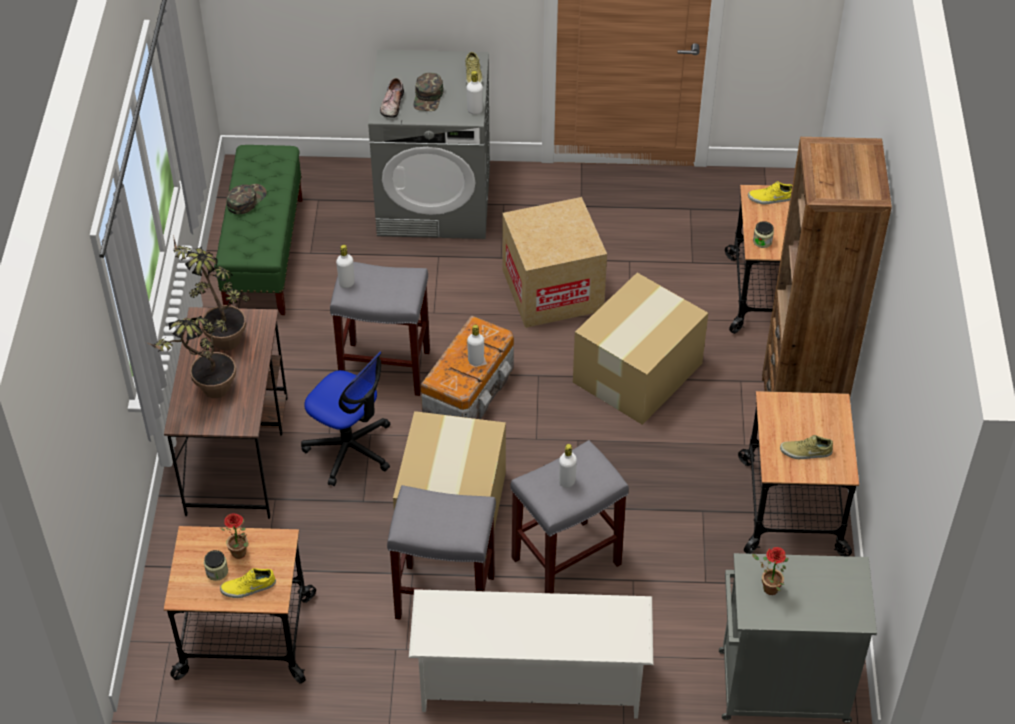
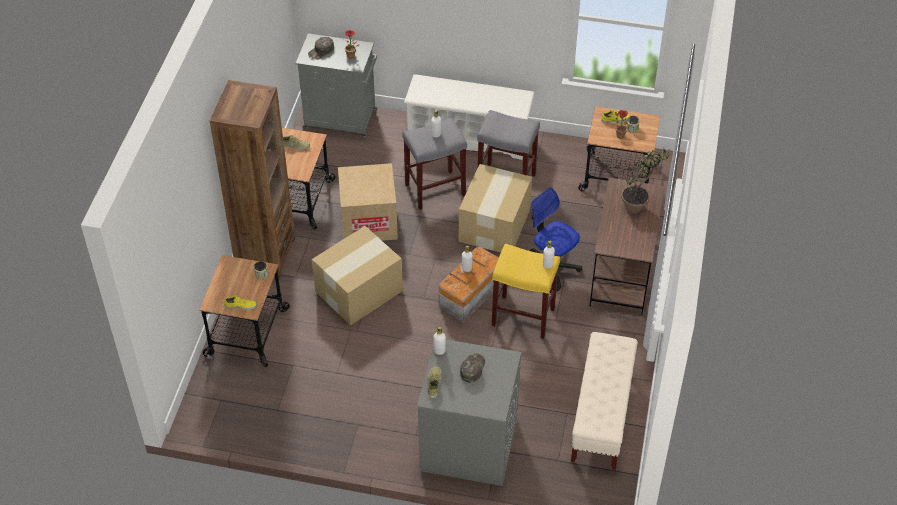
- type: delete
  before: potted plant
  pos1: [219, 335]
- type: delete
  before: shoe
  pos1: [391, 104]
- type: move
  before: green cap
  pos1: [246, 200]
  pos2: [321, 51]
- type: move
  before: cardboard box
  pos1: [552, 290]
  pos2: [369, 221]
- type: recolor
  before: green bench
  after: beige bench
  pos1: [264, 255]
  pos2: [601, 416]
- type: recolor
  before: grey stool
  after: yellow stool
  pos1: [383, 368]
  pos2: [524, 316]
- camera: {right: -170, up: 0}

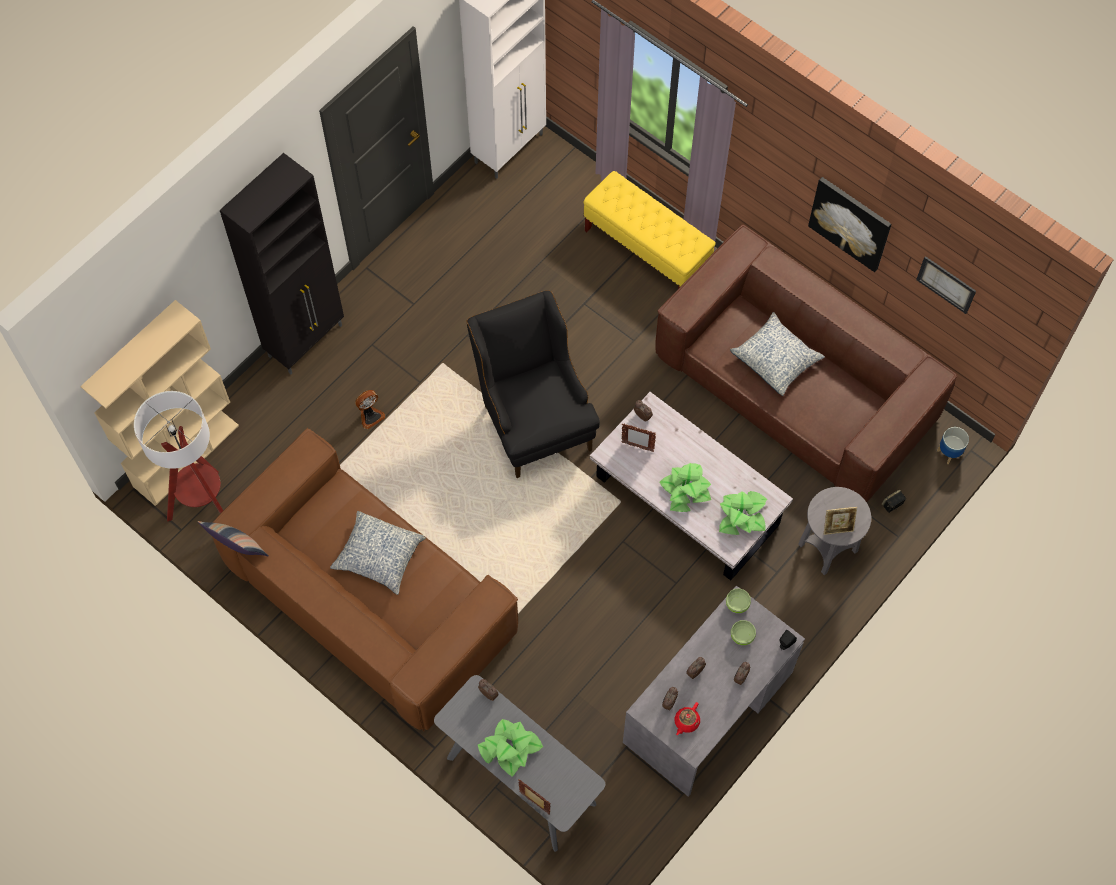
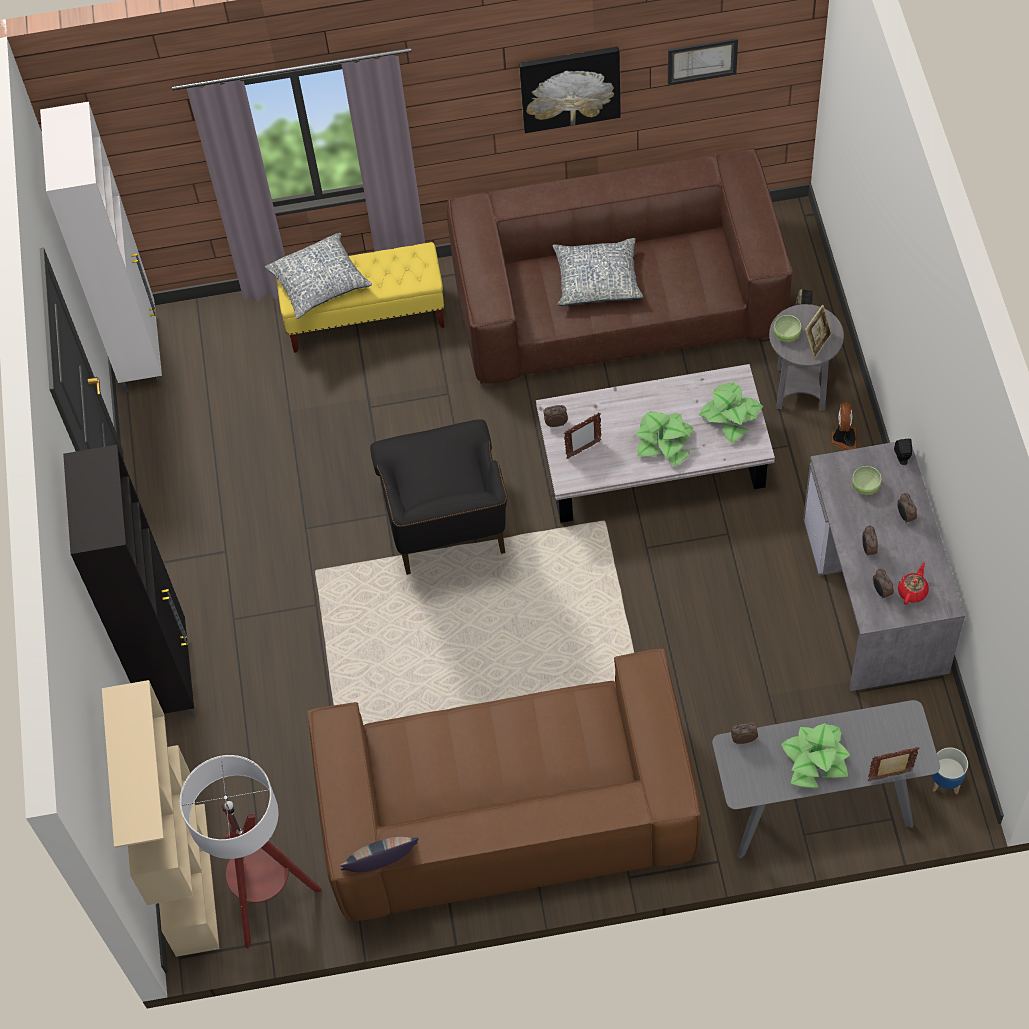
- type: move
  before: pillow
  pos1: [378, 556]
  pos2: [320, 283]
- type: move
  before: fan
  pos1: [370, 416]
  pos2: [843, 438]
- type: move
  before: green bowl
  pos1: [737, 604]
  pos2: [786, 334]
- type: move
  before: planter
  pos1: [949, 452]
  pos2: [945, 781]
- type: rotate
  before: black armchair
  pos1: [533, 417]
  pos2: [448, 532]
  turn: -120
- type: rotate
  before: red teapot
  pos1: [686, 722]
  pos2: [912, 591]
  turn: -135
- camera: {right: -45, up: -5}

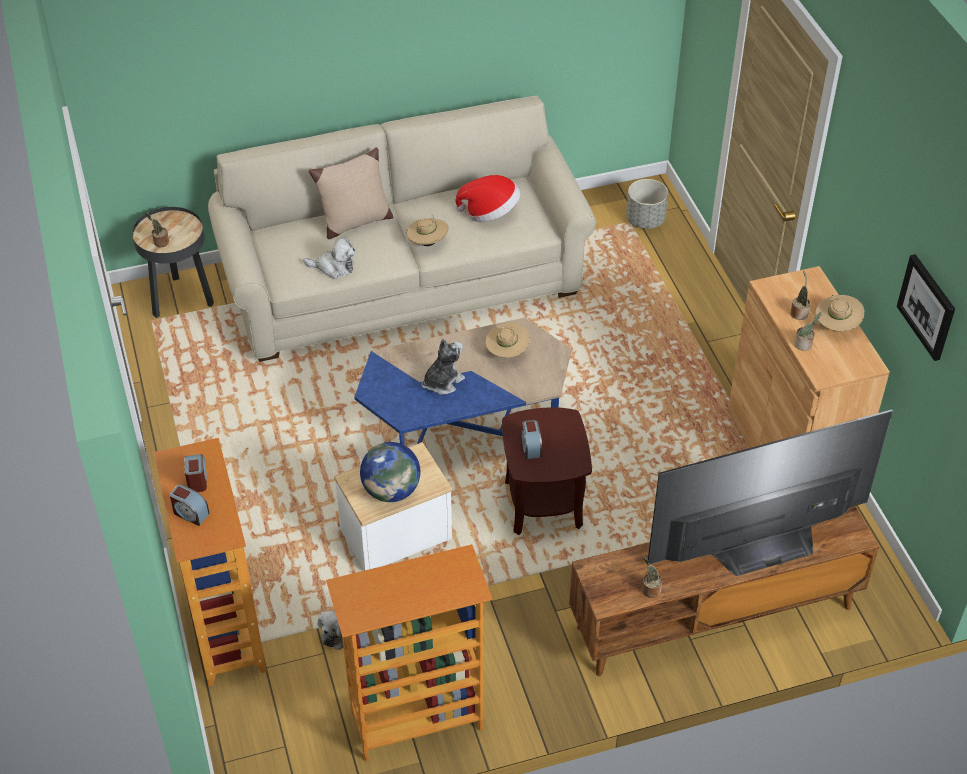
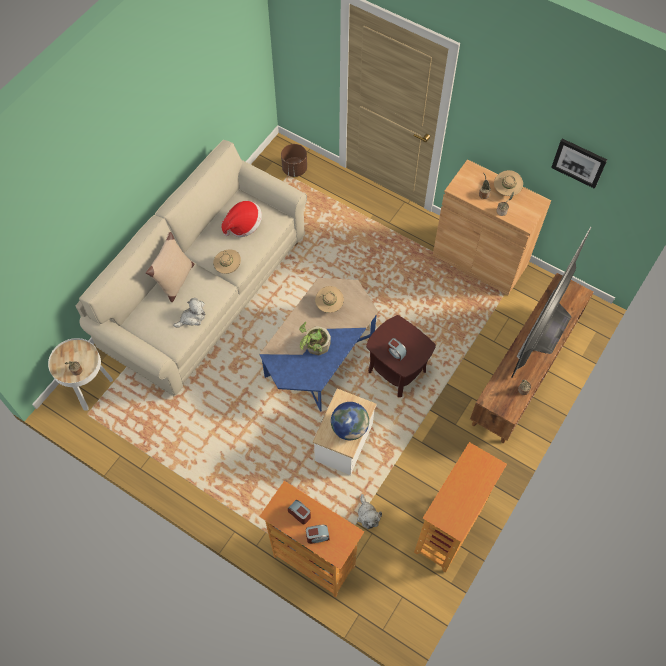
- type: replace
  before: plush toy
  after: potted plant
  pos1: [442, 382]
  pos2: [314, 346]
- type: recolor
  before: black side table
  after: white side table
  pos1: [181, 299]
  pos2: [90, 388]
- type: recolor
  before: grey planter
  after: brown planter
  pos1: [645, 220]
  pos2: [294, 169]
- camera: {right: -40, up: 15}

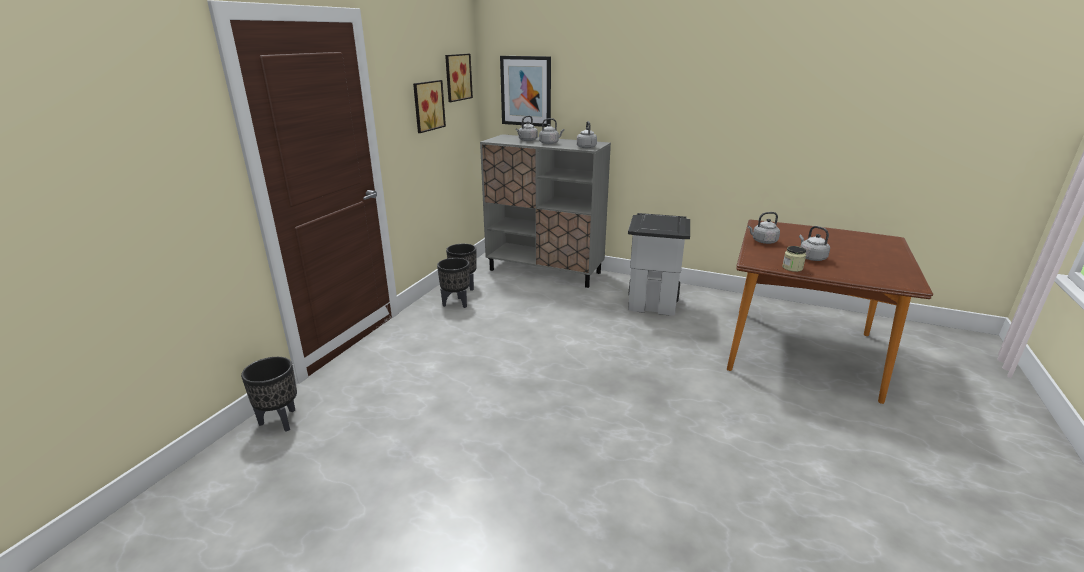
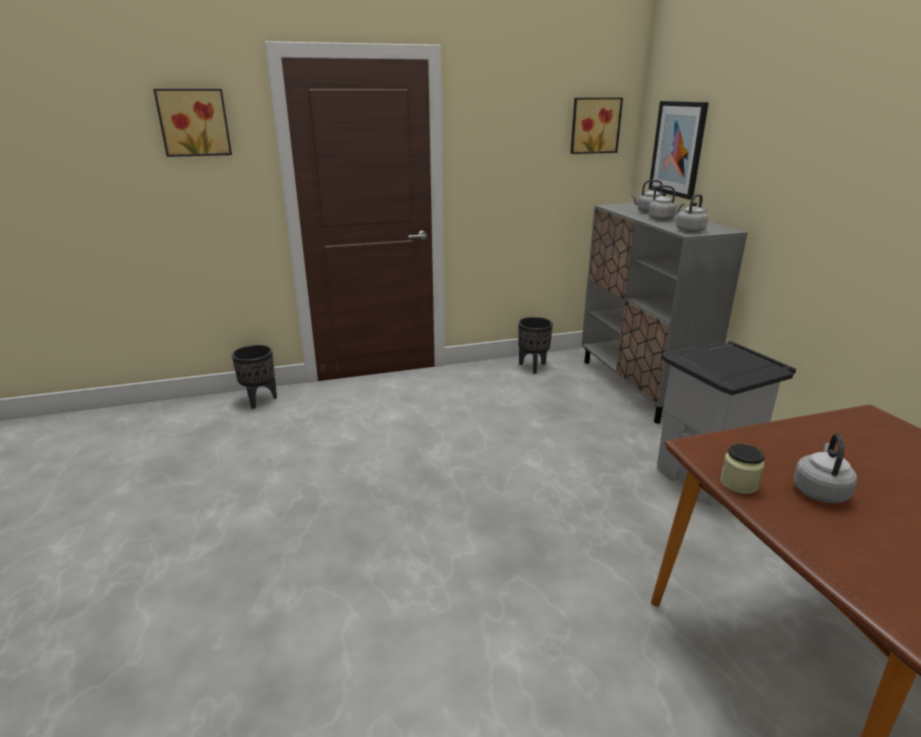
- type: delete
  before: black planter
  pos1: [456, 303]
- type: delete
  before: grey kettle
  pos1: [763, 241]
- type: move
  before: picture
  pos1: [427, 106]
  pos2: [194, 122]
- camera: {right: 50, up: 0}

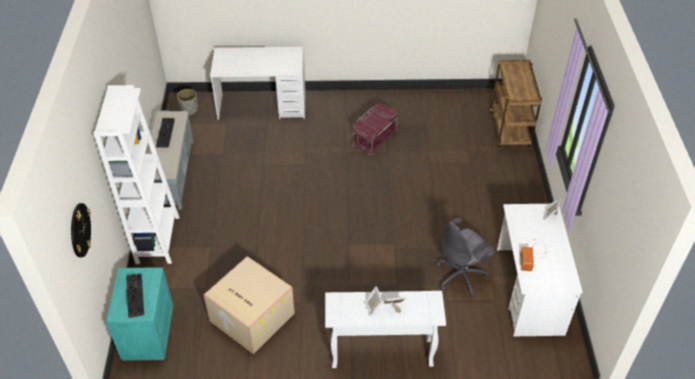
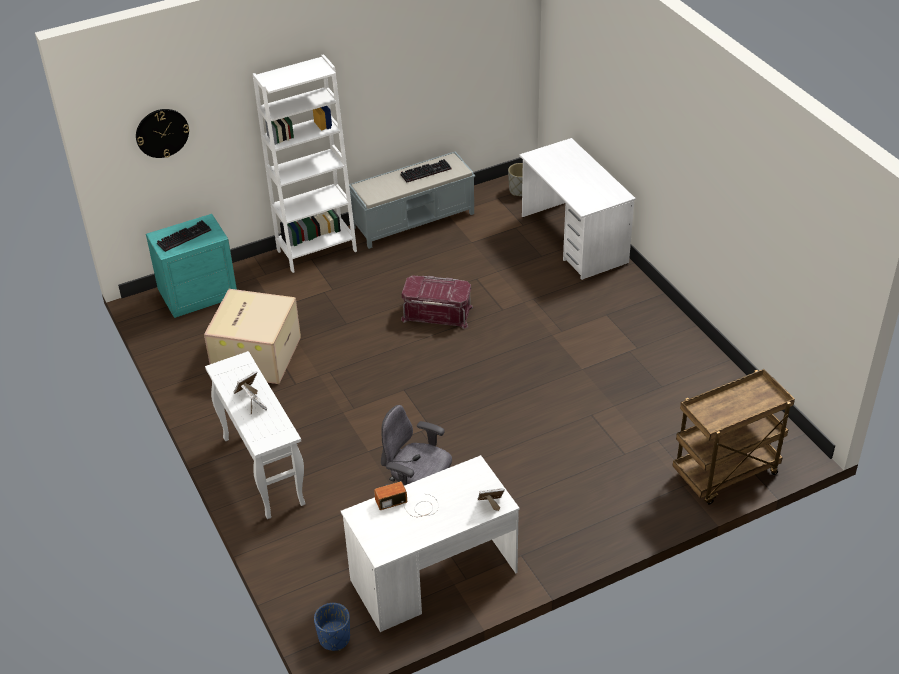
- type: insert
  after: blue planter
  pos2: [334, 638]
- type: move
  before: red storage box
  pos1: [374, 136]
  pos2: [437, 313]
- camera: {right: 65, up: -5}

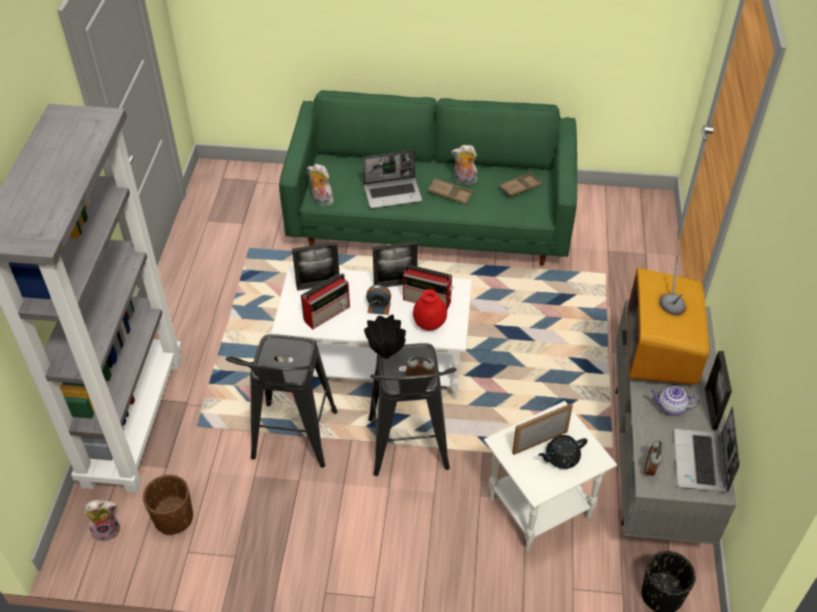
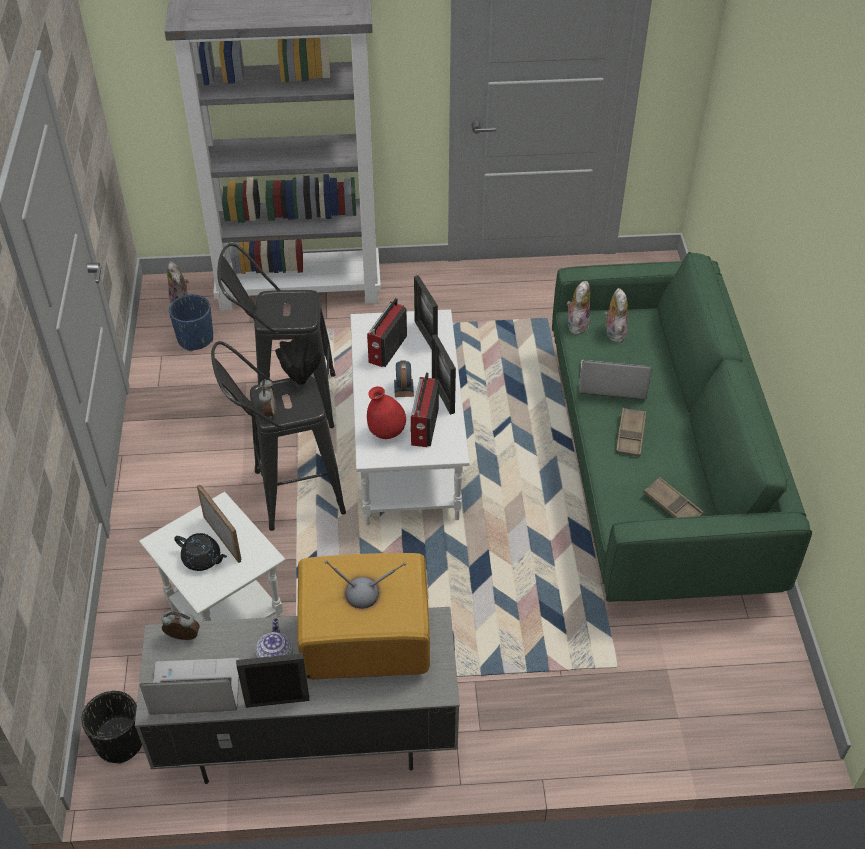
- type: move
  before: plush toy
  pos1: [464, 181]
  pos2: [613, 332]
- type: recolor
  before: brown planter
  after: blue planter
  pos1: [173, 518]
  pos2: [195, 339]
- type: rotate
  before: radio
  pos1: [327, 313]
  pos2: [386, 349]
  turn: 75
- type: rotate
  before: laptop
  pos1: [393, 193]
  pos2: [611, 382]
  turn: 120
- type: rotate
  before: black teapot
  pos1: [561, 457]
  pos2: [202, 559]
  turn: 150
- camera: {right: 80, up: 0}

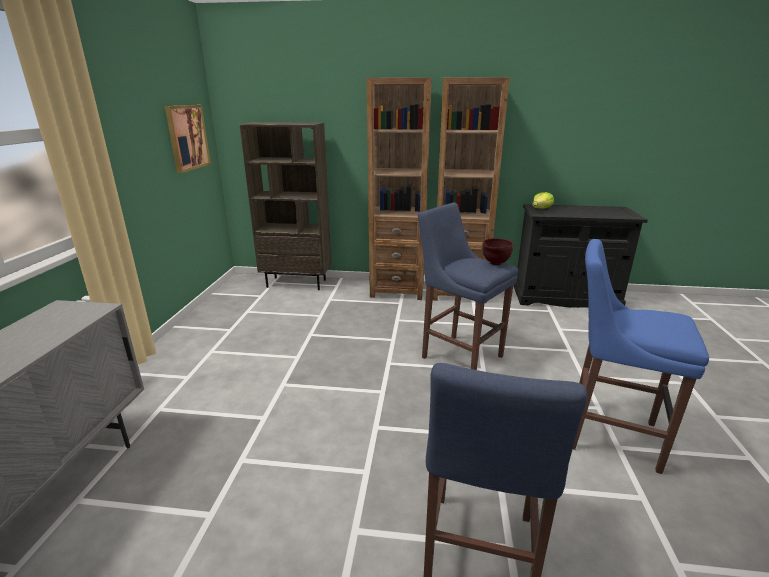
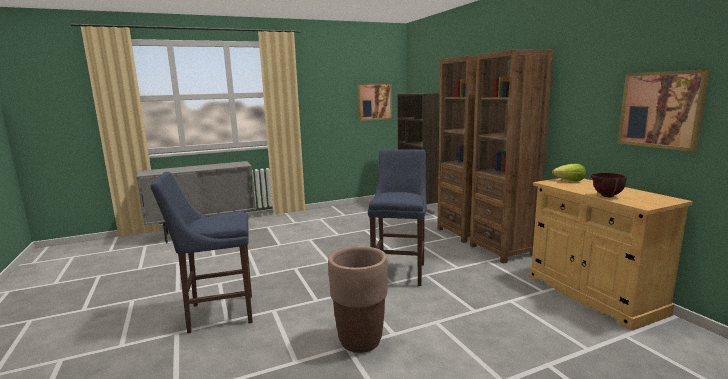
- type: insert
  after: picture
  pos2: [660, 110]
- type: move
  before: brown bowl
  pos1: [495, 264]
  pos2: [605, 196]
- type: replace
  before: blue stool
  after: brown planter
  pos1: [607, 433]
  pos2: [360, 341]
- type: recolor
  before: black cabinet
  after: beige cabinet
  pos1: [565, 298]
  pos2: [592, 294]
- camera: {right: 60, up: -10}

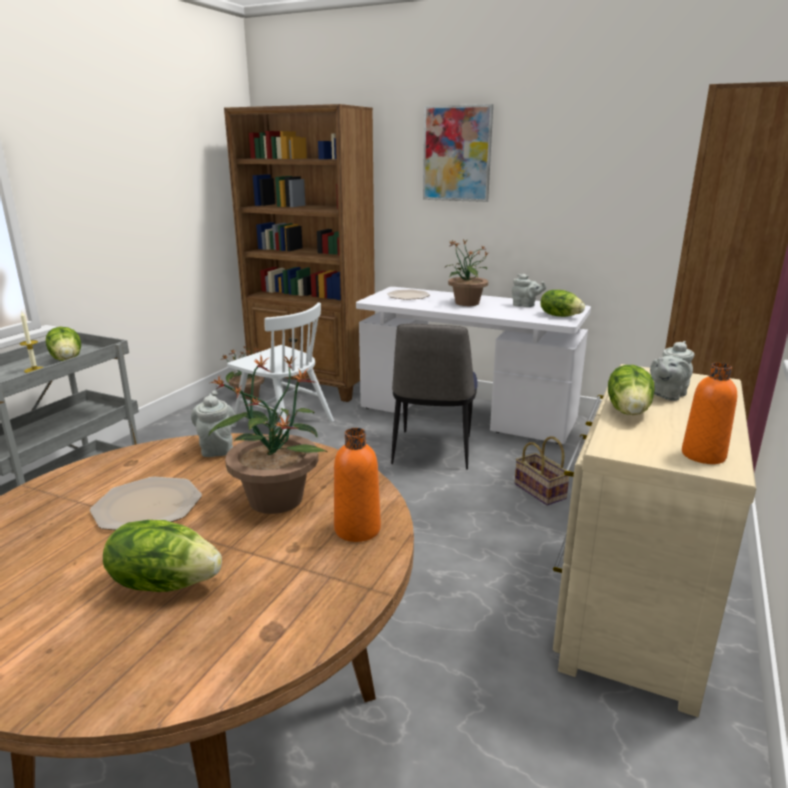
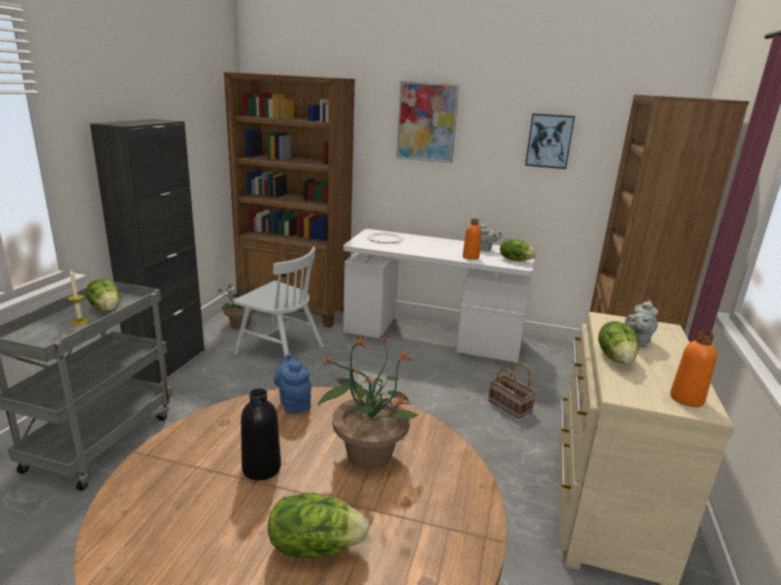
- type: delete
  before: chair
  pos1: [432, 451]
- type: delete
  before: potted plant
  pos1: [466, 303]
- type: insert
  after: black cabinet
  pos2: [168, 363]
- type: insert
  after: picture
  pos2: [549, 141]
- type: move
  before: orange bottle
  pos1: [357, 529]
  pos2: [470, 257]
- type: replace
  before: plate
  after: black bottle
  pos1: [147, 506]
  pos2: [261, 468]
- type: recolor
  before: grey teapot
  after: blue teapot
  pos1: [217, 448]
  pos2: [294, 403]
- camera: {right: -10, up: 0}

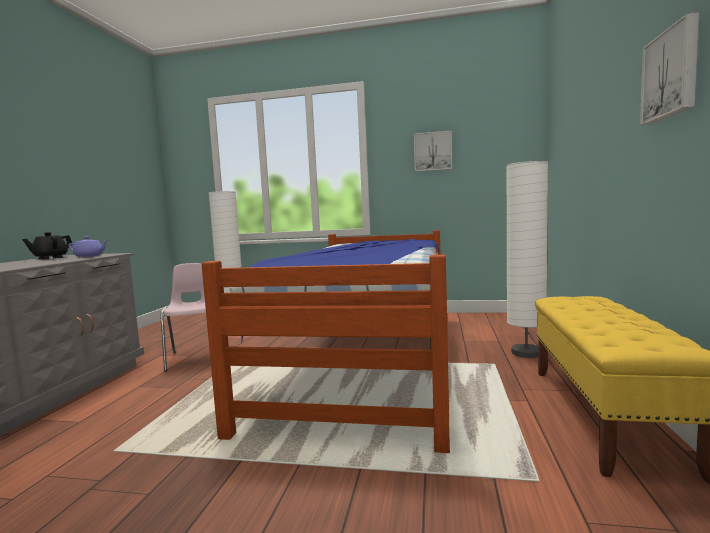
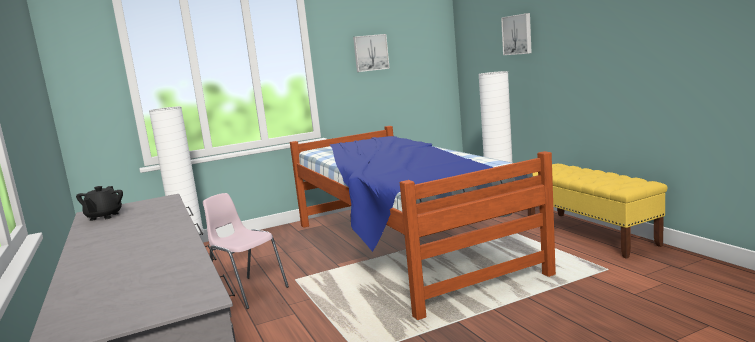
- type: delete
  before: purple teapot
  pos1: [90, 256]
- type: move
  before: picture
  pos1: [672, 74]
  pos2: [517, 34]
- camera: {right: -35, up: 5}

